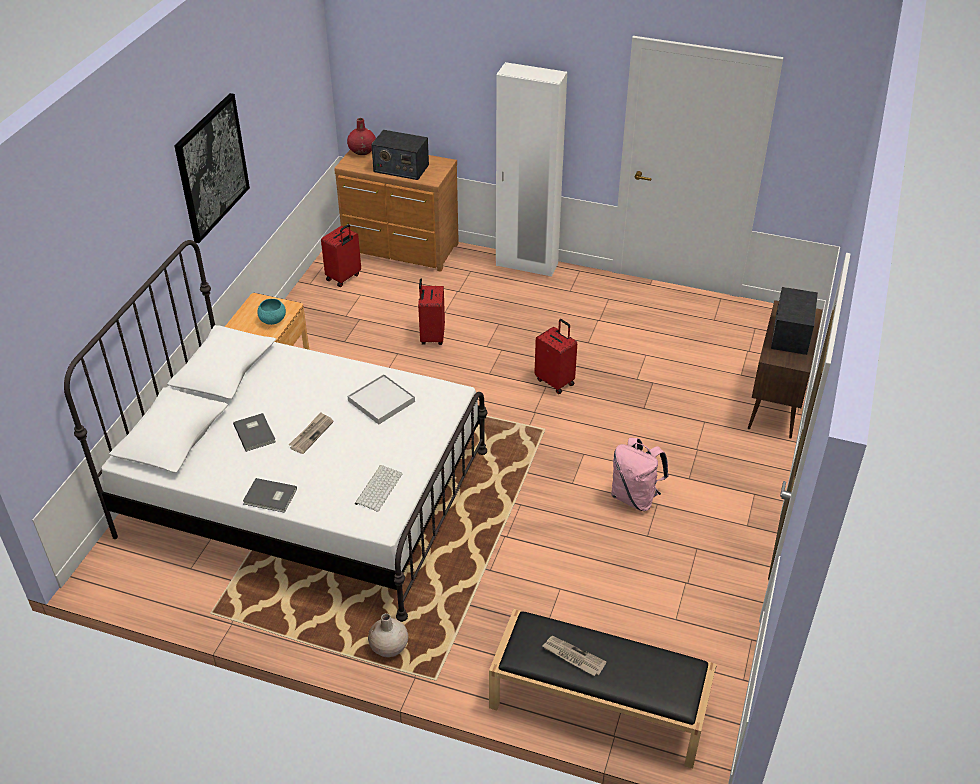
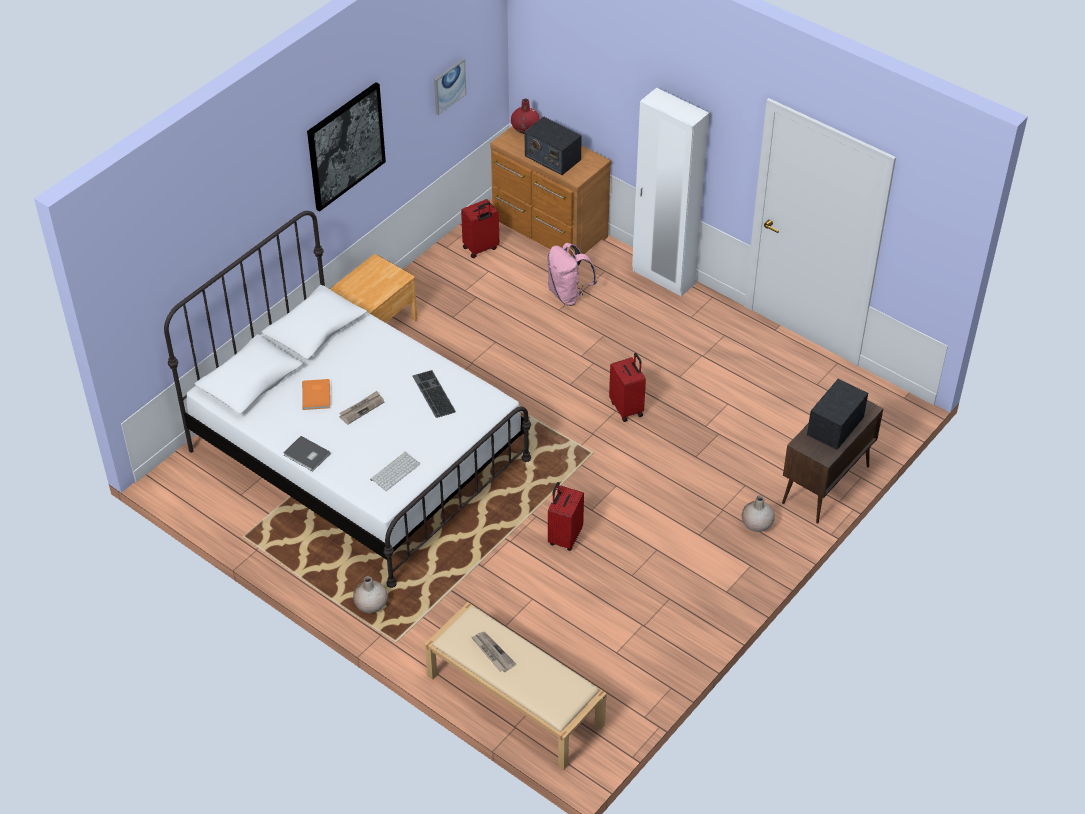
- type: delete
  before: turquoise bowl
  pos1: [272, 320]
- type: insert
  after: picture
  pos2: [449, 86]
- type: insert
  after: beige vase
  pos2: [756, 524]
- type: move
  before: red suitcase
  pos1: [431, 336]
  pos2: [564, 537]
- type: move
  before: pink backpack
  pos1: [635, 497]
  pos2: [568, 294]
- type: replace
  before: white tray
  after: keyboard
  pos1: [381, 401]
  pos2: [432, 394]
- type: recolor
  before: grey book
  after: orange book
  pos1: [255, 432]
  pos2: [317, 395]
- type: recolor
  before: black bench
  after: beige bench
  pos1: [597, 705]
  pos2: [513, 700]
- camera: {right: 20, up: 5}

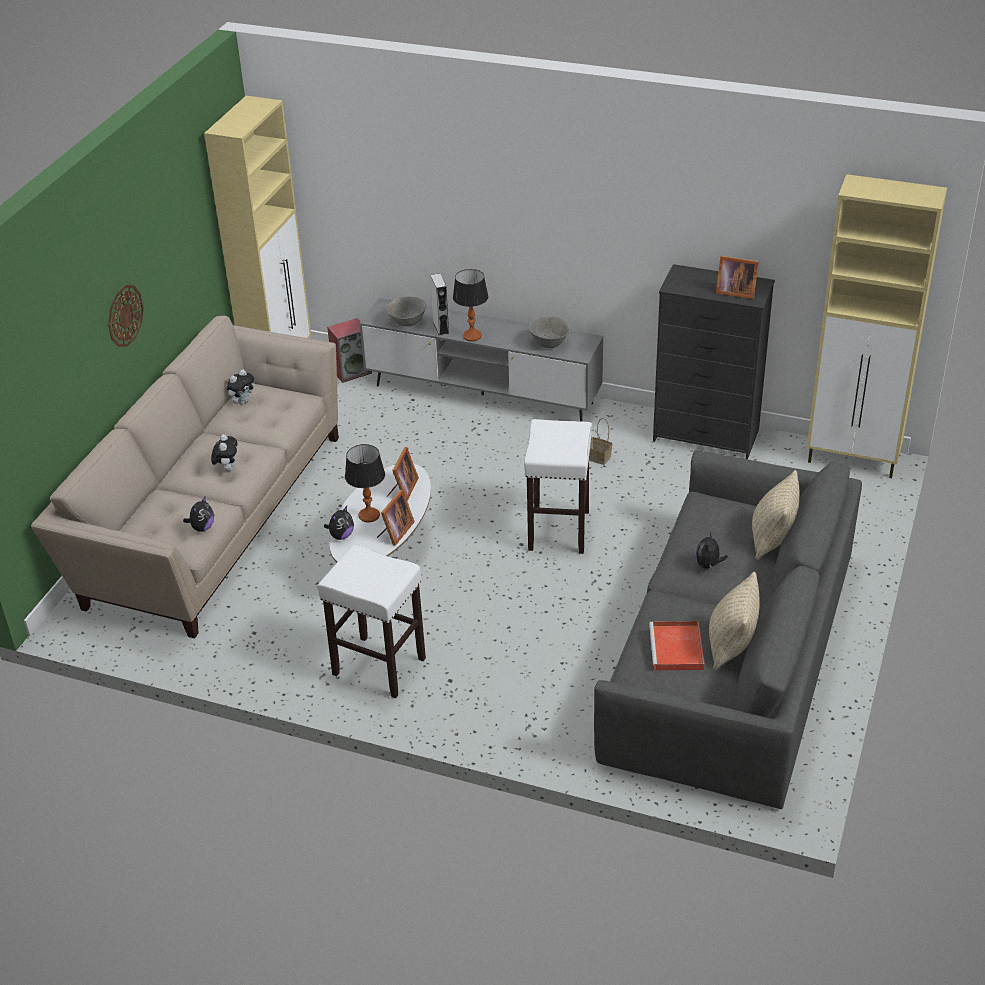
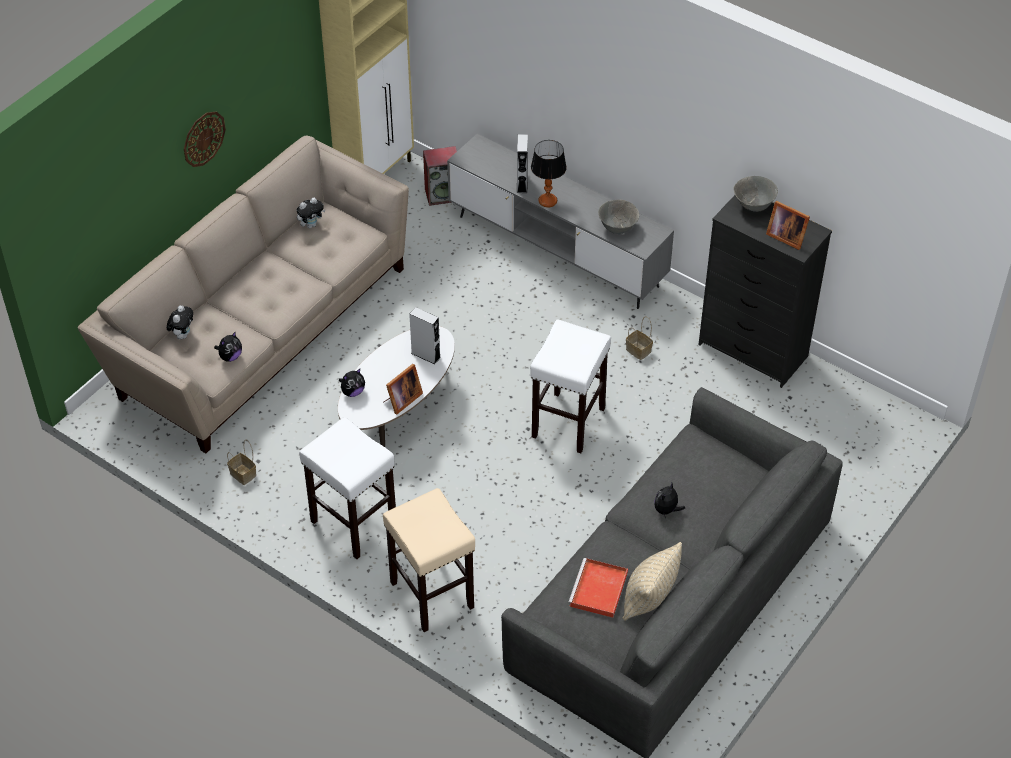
- type: delete
  before: table lamp
  pos1: [369, 515]
- type: delete
  before: beige pillow
  pos1: [772, 539]
- type: delete
  before: beige cabinet
  pos1: [853, 460]
- type: insert
  after: basket
  pos2: [244, 474]
- type: insert
  after: beige stool
  pos2: [433, 595]
- type: move
  before: plush toy
  pos1: [227, 468]
  pos2: [182, 334]
- type: move
  before: grey bowl
  pos1: [407, 323]
  pos2: [753, 205]
- type: replace
  before: picture frame
  after: grey speaker
  pos1: [403, 489]
  pos2: [426, 355]
- camera: {right: 15, up: 10}

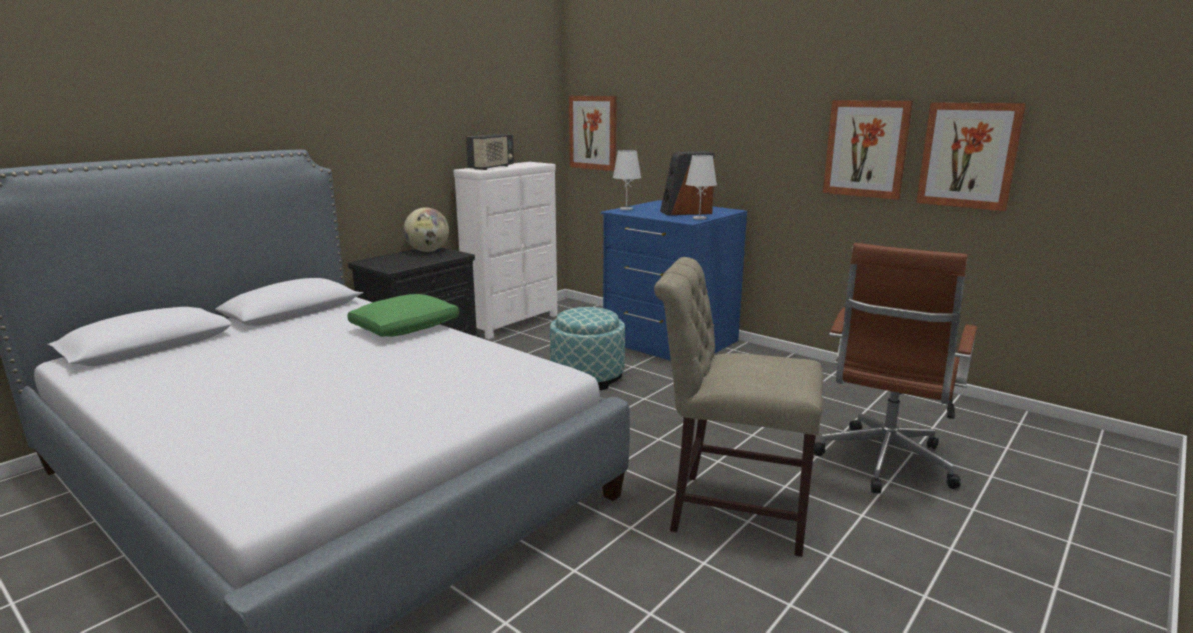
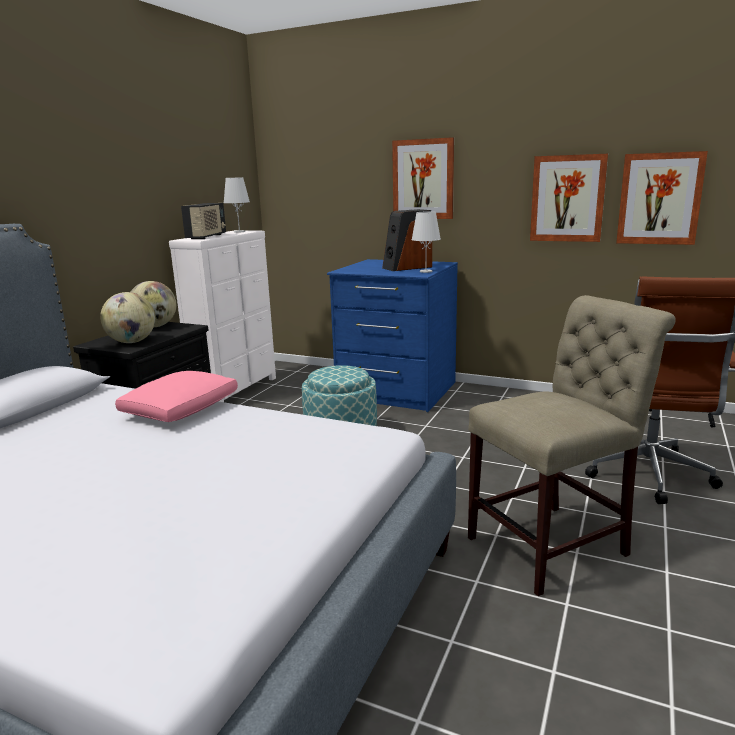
- type: insert
  after: globe
  pos2: [132, 342]
- type: move
  before: picture
  pos1: [593, 132]
  pos2: [423, 179]
- type: move
  before: white table lamp
  pos1: [626, 209]
  pos2: [239, 231]
- type: recolor
  before: green pillow
  after: pink pillow
  pos1: [406, 328]
  pos2: [181, 409]
- type: rotate
  before: beige chair
  pos1: [731, 510]
  pos2: [555, 544]
  turn: 150
- camera: {right: -15, up: 0}

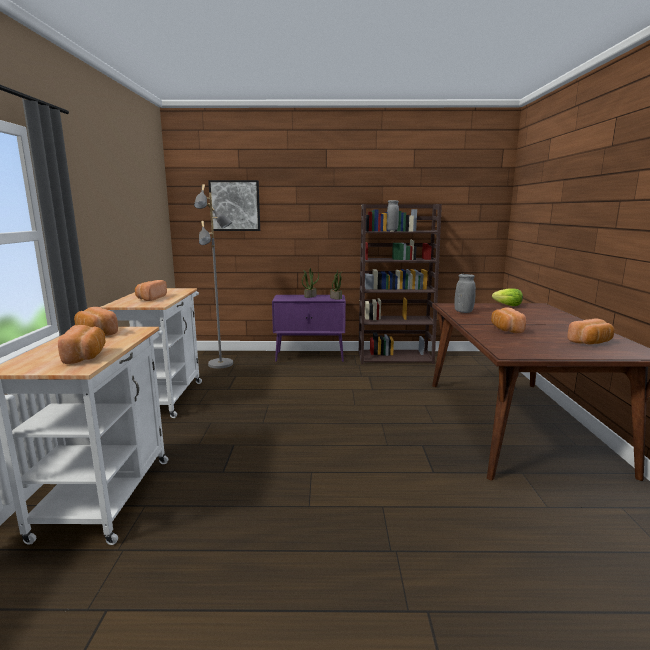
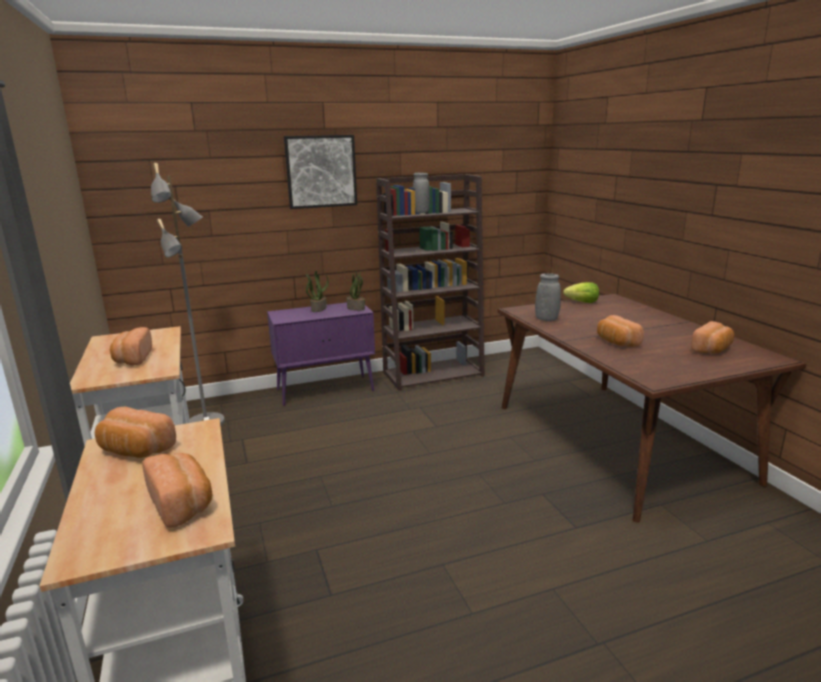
- type: move
  before: picture
  pos1: [235, 205]
  pos2: [321, 171]
- camera: {right: -20, up: 5}

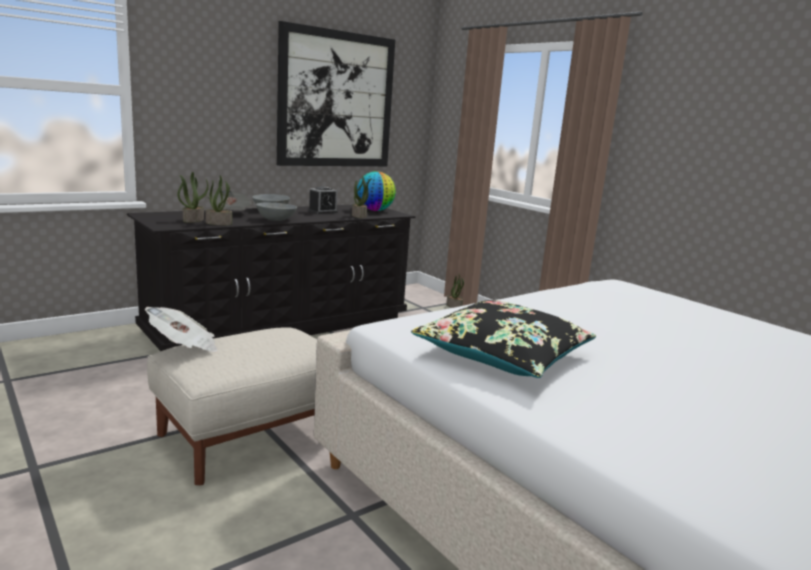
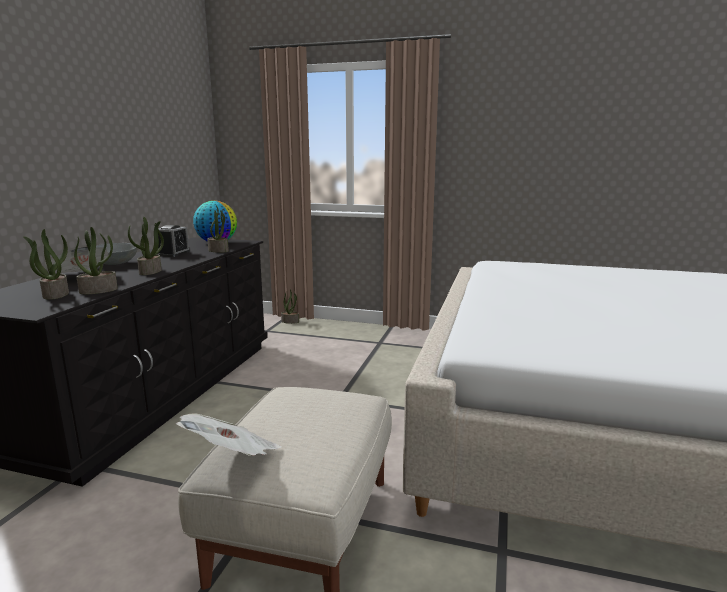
- type: delete
  before: picture
  pos1: [336, 100]
- type: delete
  before: black pillow
  pos1: [503, 354]
- type: replace
  before: grey bowl
  after: potted plant
  pos1: [276, 219]
  pos2: [150, 271]
- camera: {right: -35, up: 0}

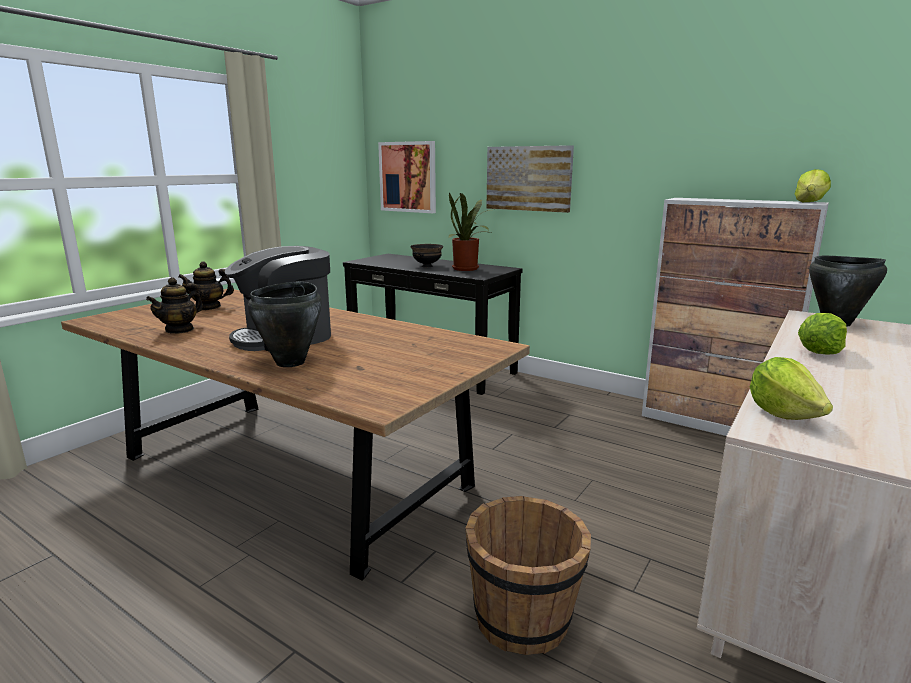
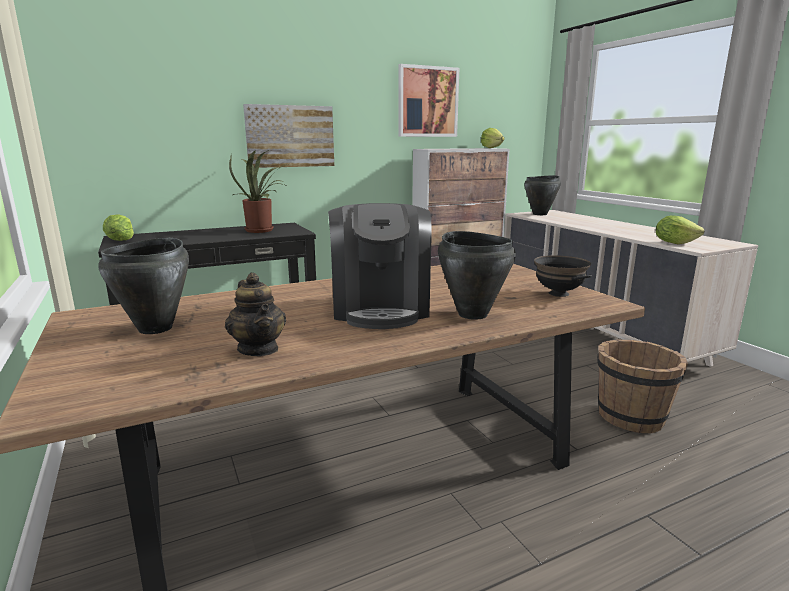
- type: move
  before: picture
  pos1: [408, 177]
  pos2: [427, 102]
- type: move
  before: black bowl
  pos1: [427, 266]
  pos2: [559, 293]
- type: move
  before: lettuce
  pos1: [820, 352]
  pos2: [121, 240]
- type: replace
  before: teapot
  after: black cooking pot
  pos1: [209, 307]
  pos2: [156, 328]
- camera: {right: -60, up: 0}

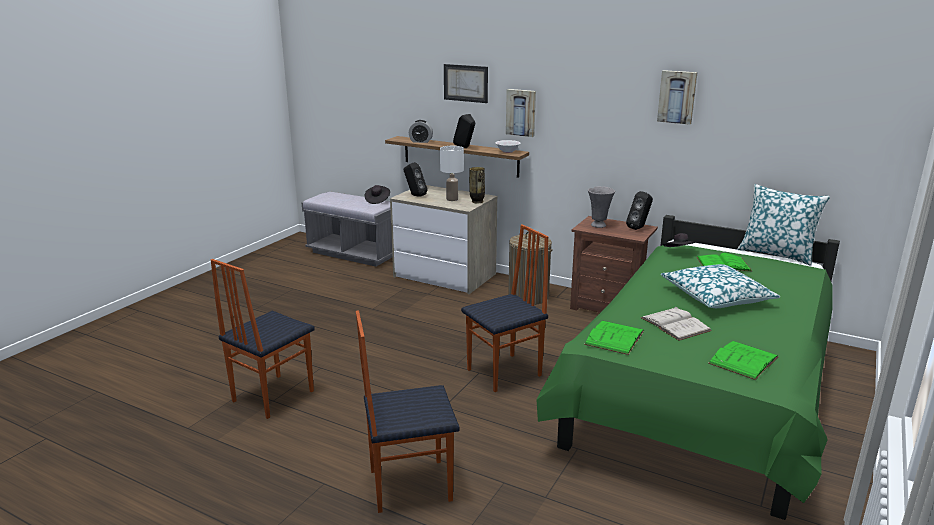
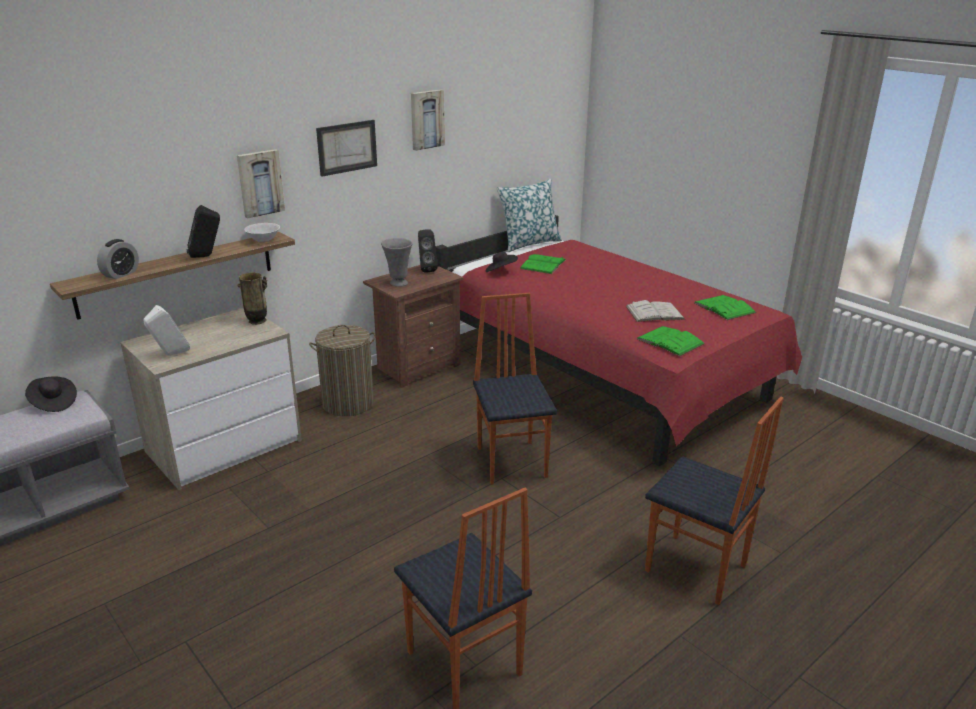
- type: delete
  before: white table lamp
  pos1: [452, 199]
- type: delete
  before: pillow
  pos1: [716, 297]
- type: move
  before: picture
  pos1: [465, 83]
  pos2: [347, 147]
- type: recolor
  before: black speaker
  after: white speaker
  pos1: [414, 195]
  pos2: [170, 355]
- type: recolor
  before: green bed
  after: red bed
  pos1: [701, 394]
  pos2: [603, 375]
- type: rotate
  before: chair
  pos1: [409, 484]
  pos2: [695, 570]
  turn: -60
- camera: {right: -70, up: 5}

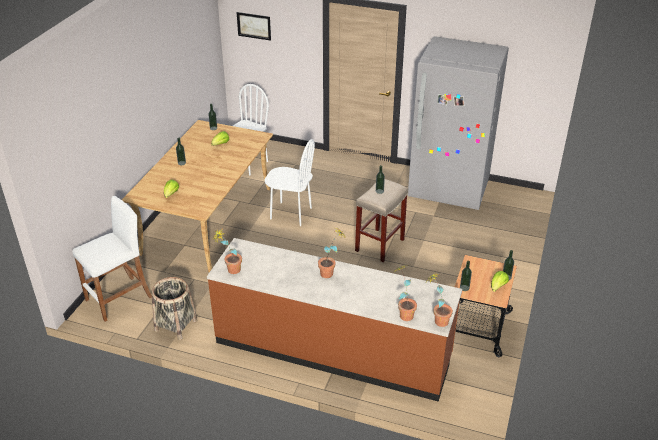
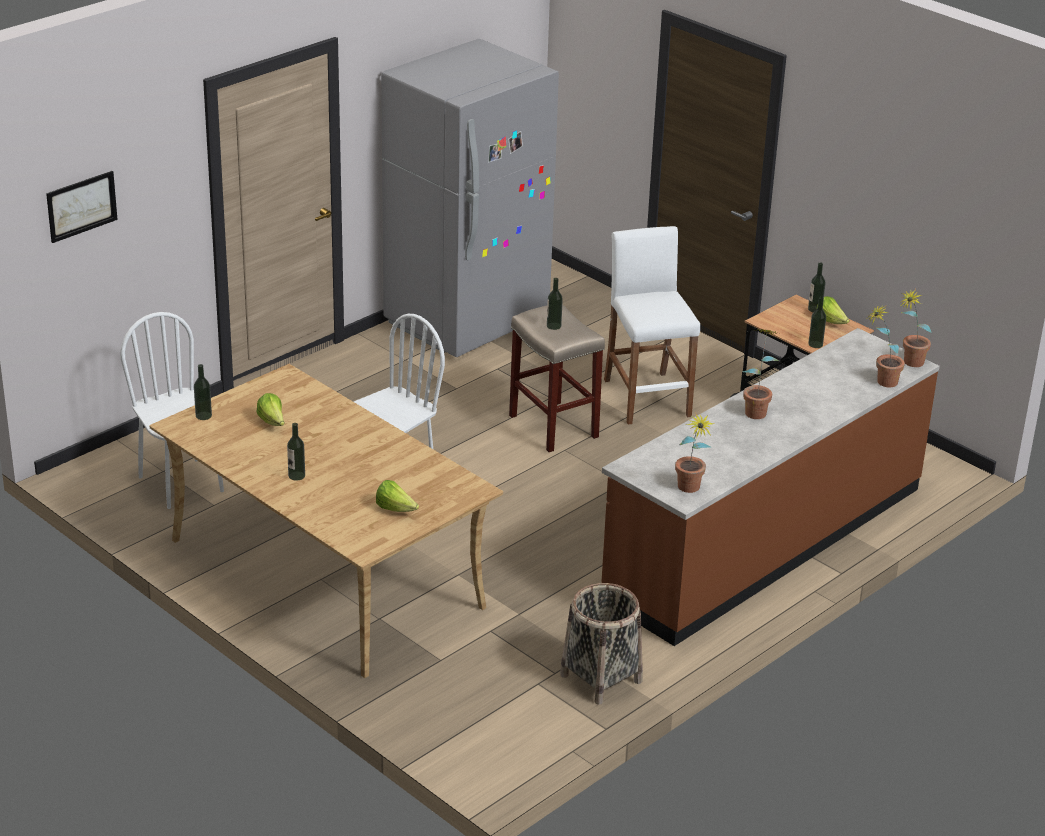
- type: move
  before: white stool
  pos1: [119, 298]
  pos2: [646, 398]
- camera: {right: -65, up: -5}

